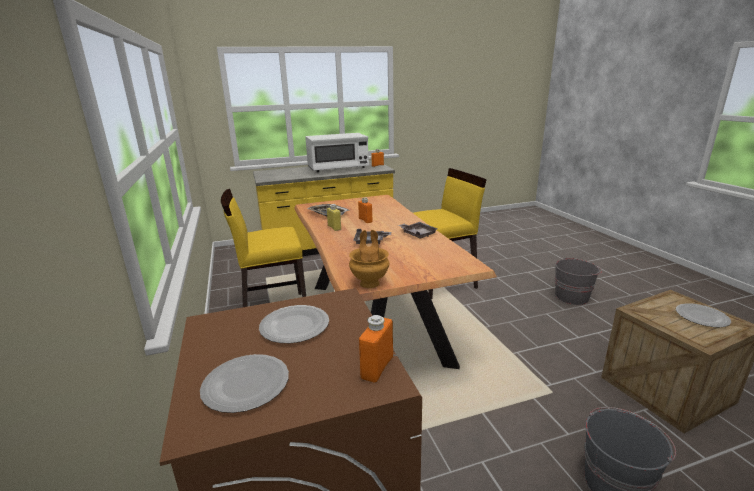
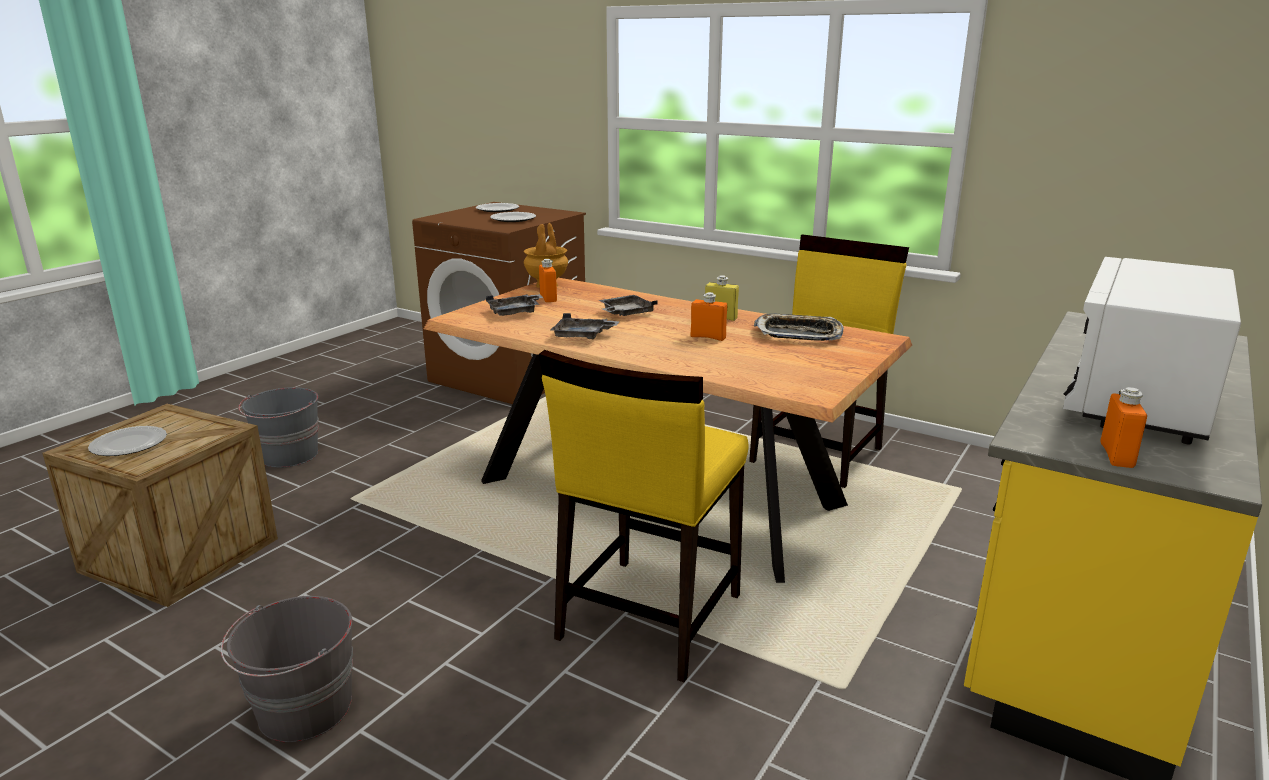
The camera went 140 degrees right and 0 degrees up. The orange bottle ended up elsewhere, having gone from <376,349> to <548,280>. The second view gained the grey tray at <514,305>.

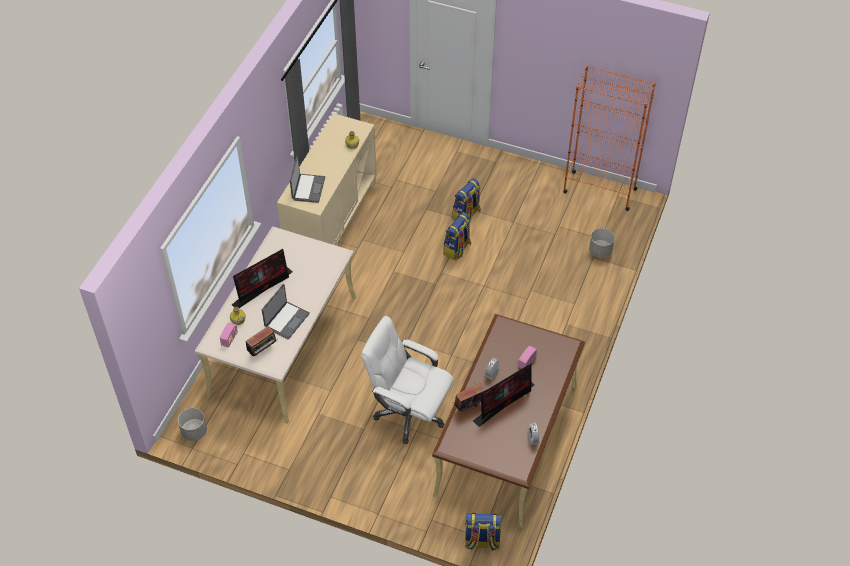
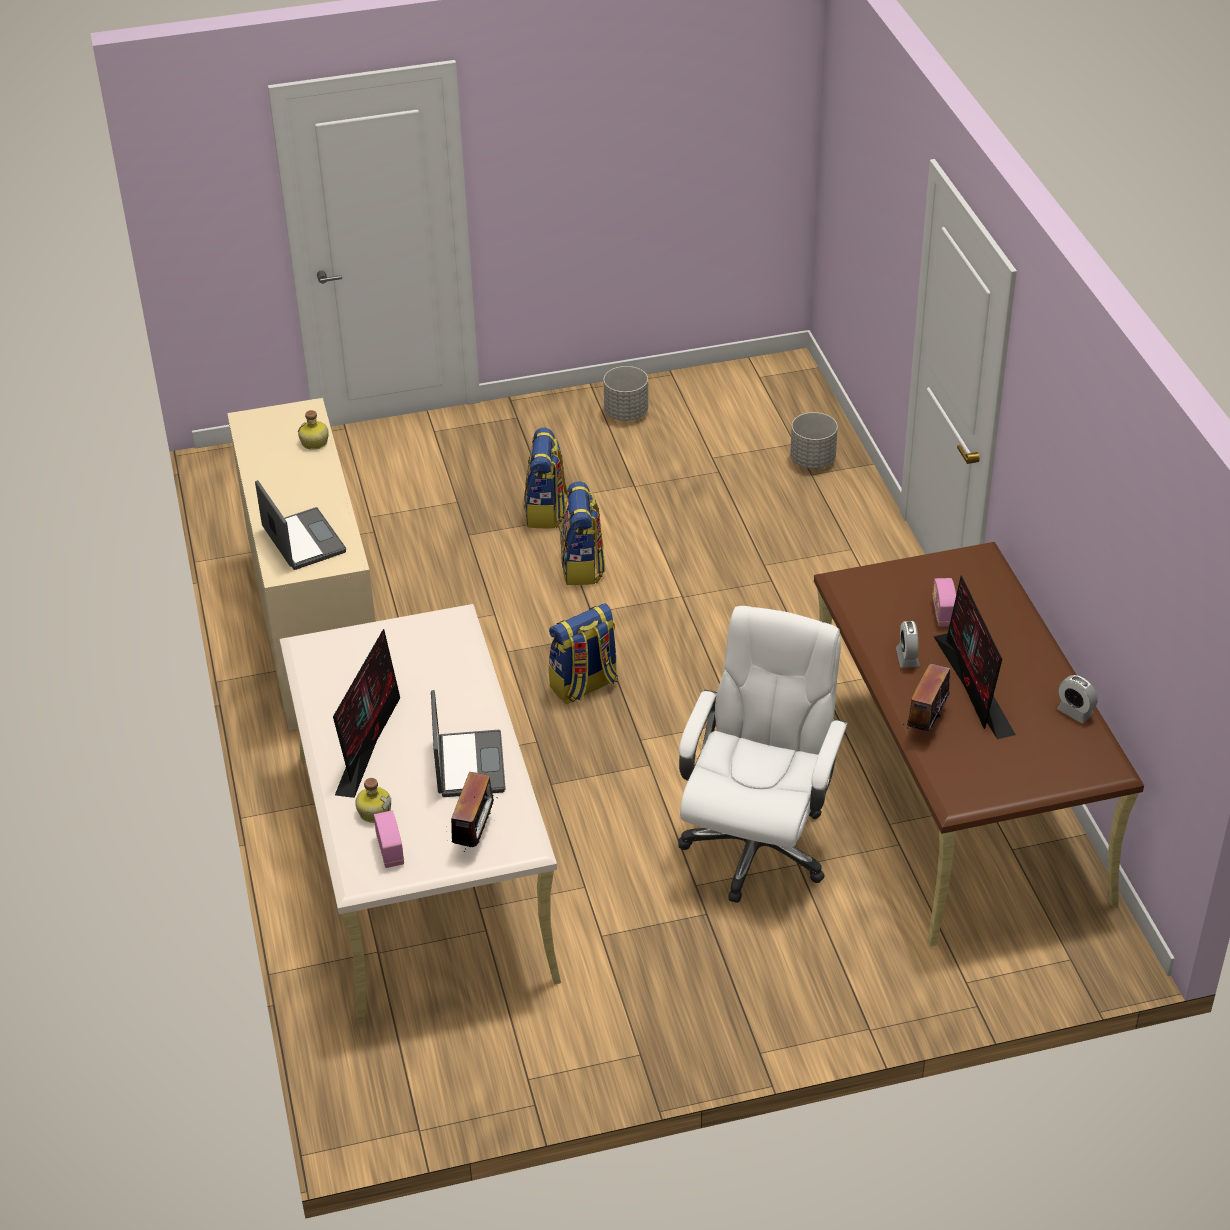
The camera went 35 degrees left and 10 degrees down. The grey planter ended up elsewhere, having gone from <192,424> to <625,393>. The white office chair at <407,380> ended up facing another way, 120 degrees clockwise from before. The backpack ended up elsewhere, having gone from <483,532> to <583,653>. The monitor at <503,395> ended up facing another way, 150 degrees clockwise from before. The second view lost the orange bookcase at <609,138>.

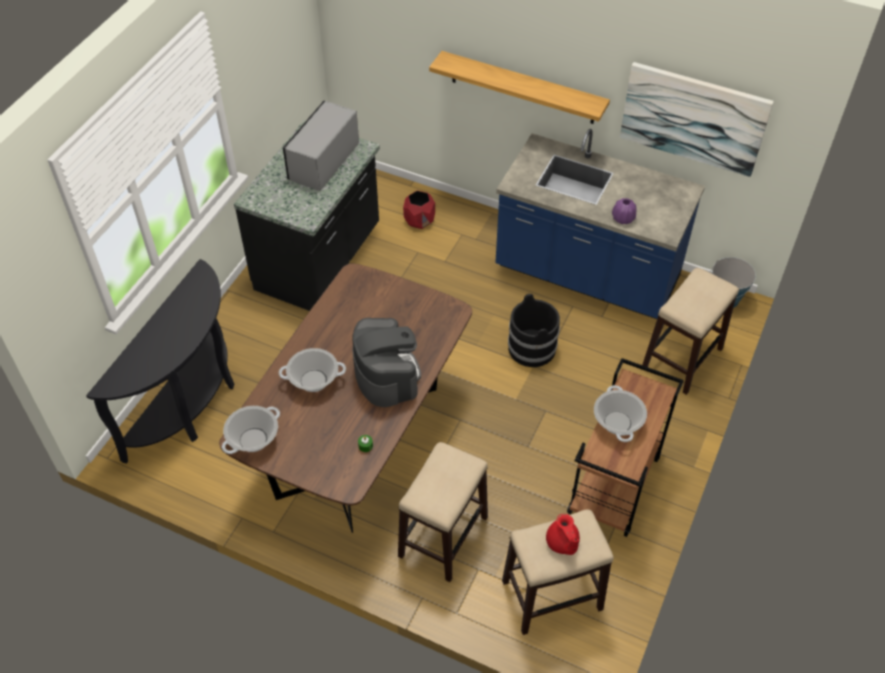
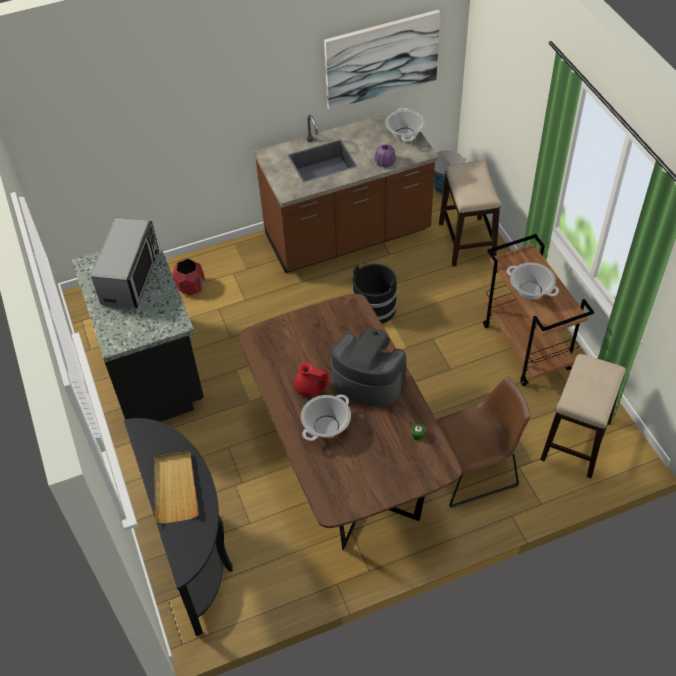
The camera went 45 degrees left and 0 degrees up. The cooking pot ended up elsewhere, having gone from <251,430> to <405,125>. The microwave at <321,146> ended up facing another way, 150 degrees counterclockwise from before. Where the stool stood at <443,512>, the brown chair came to stand at <483,442>. The second view lost the shelf at <519,87>. What was the blue counter at <600,224> turned into the brown counter at <346,192>. The red teapot ended up elsewhere, having gone from <563,534> to <311,379>. The second view gained the beige tray at <176,487>.

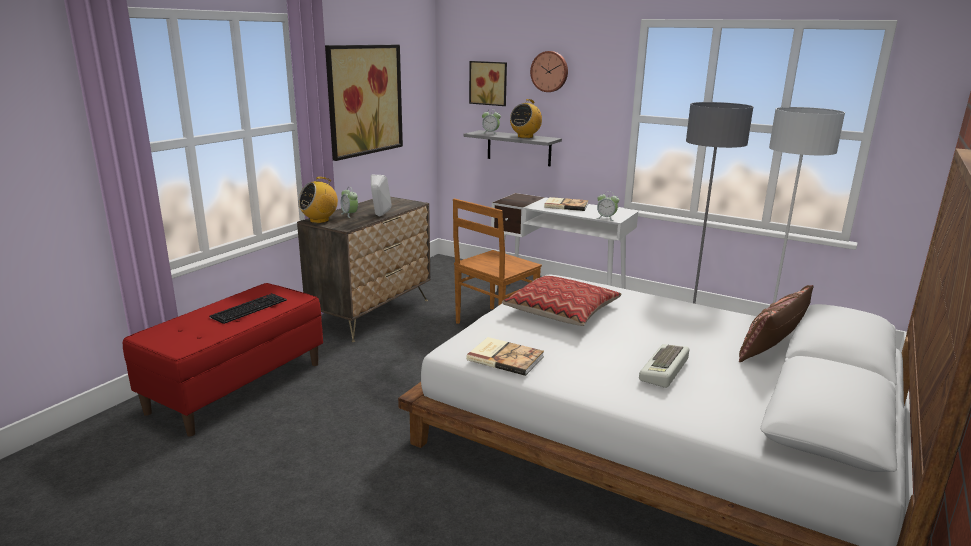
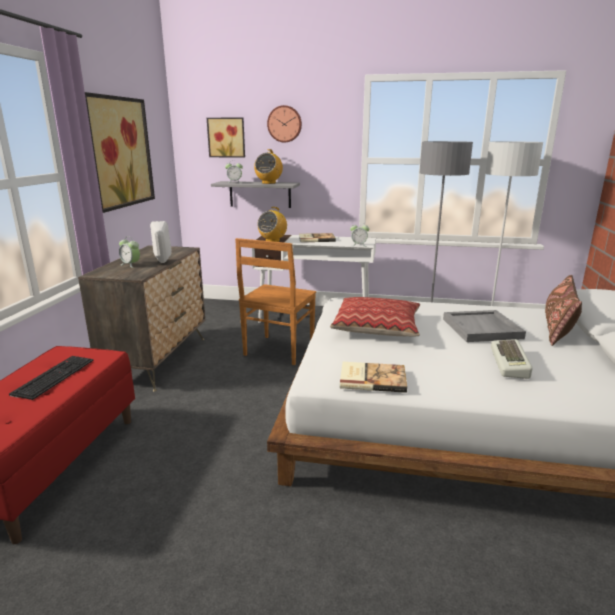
The camera went 20 degrees left and 0 degrees up. The radio ended up elsewhere, having gone from <318,200> to <272,224>. The second view gained the grey tray at <484,326>.

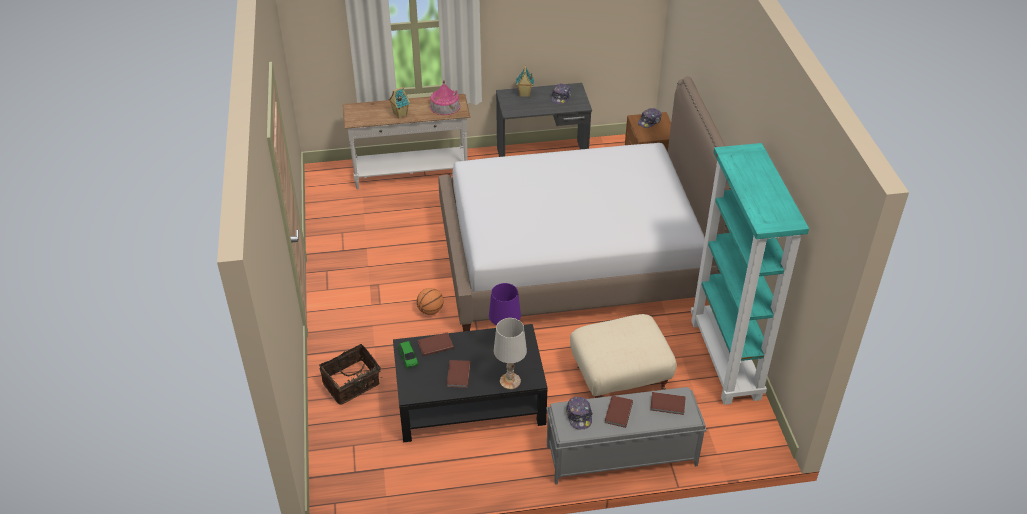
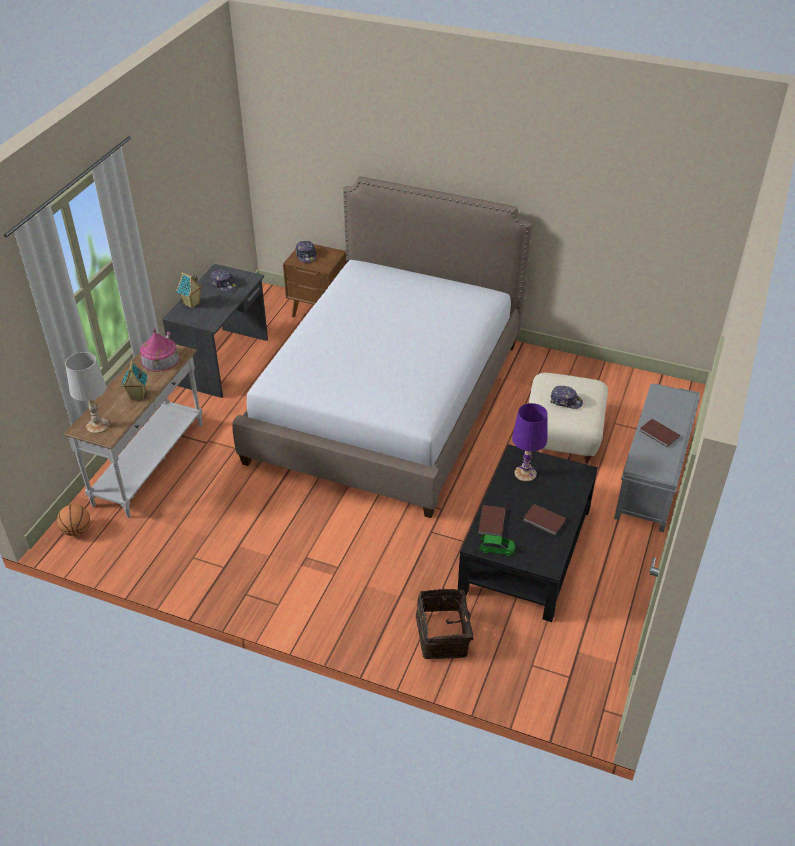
The camera went 60 degrees left and 0 degrees up. The basketball ended up elsewhere, having gone from <430,301> to <73,520>. The white table lamp ended up elsewhere, having gone from <510,353> to <87,393>. The cap ended up elsewhere, having gone from <579,413> to <567,397>. The second view lost the brown book at <668,403>. The second view lost the turquoise bookcase at <750,274>.

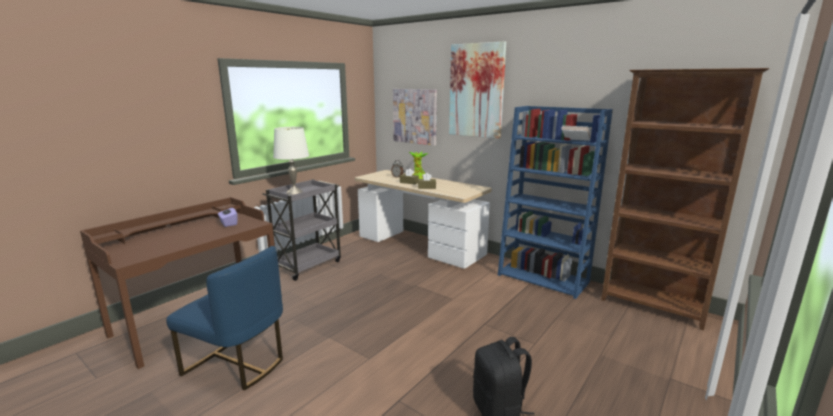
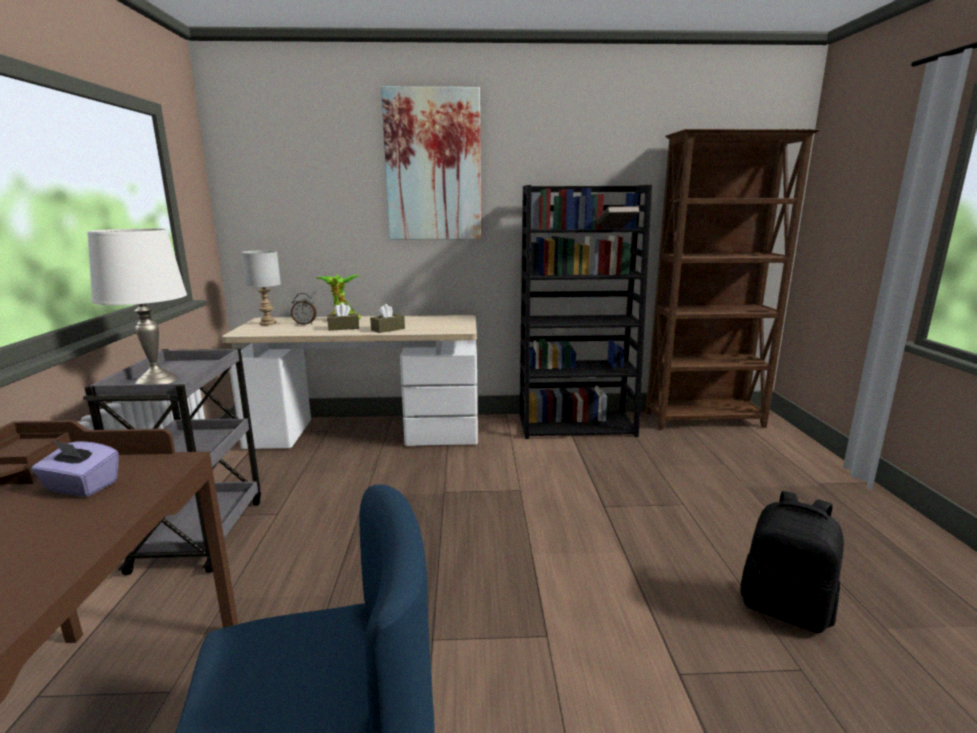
The camera went 40 degrees left and 0 degrees up. The second view lost the picture at <415,117>. What was the blue bookcase at <555,202> turned into the black bookcase at <586,312>. What was the white book at <576,133> turned into the brown book at <618,217>. The second view gained the grey table lamp at <261,287>.

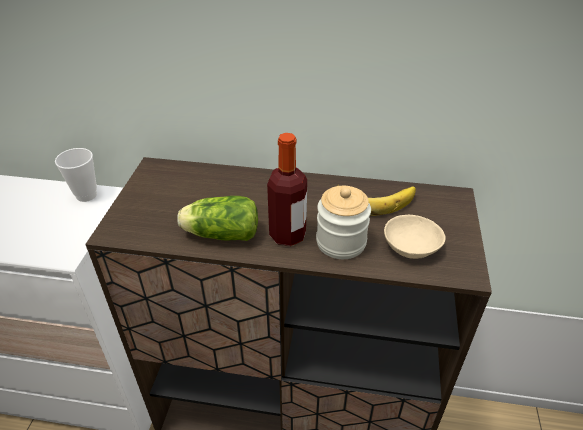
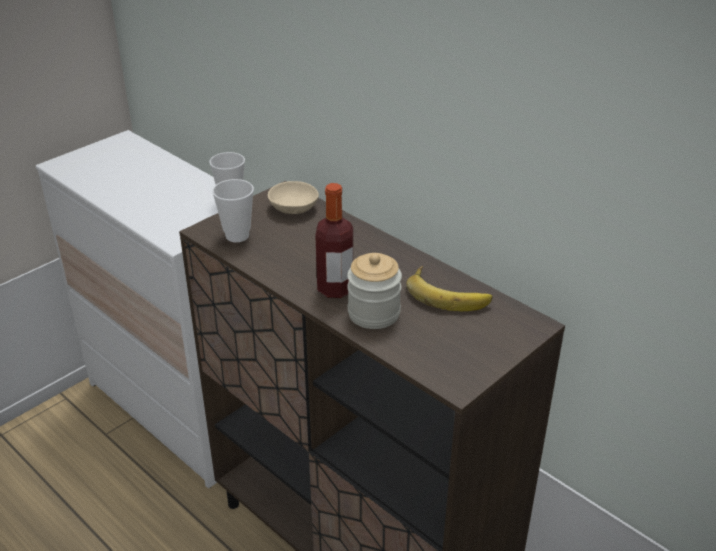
The camera went 35 degrees right and 5 degrees down. The second view lost the lettuce at <217,218>. The beige bowl ended up elsewhere, having gone from <415,237> to <293,197>. The second view gained the cup at <233,210>.

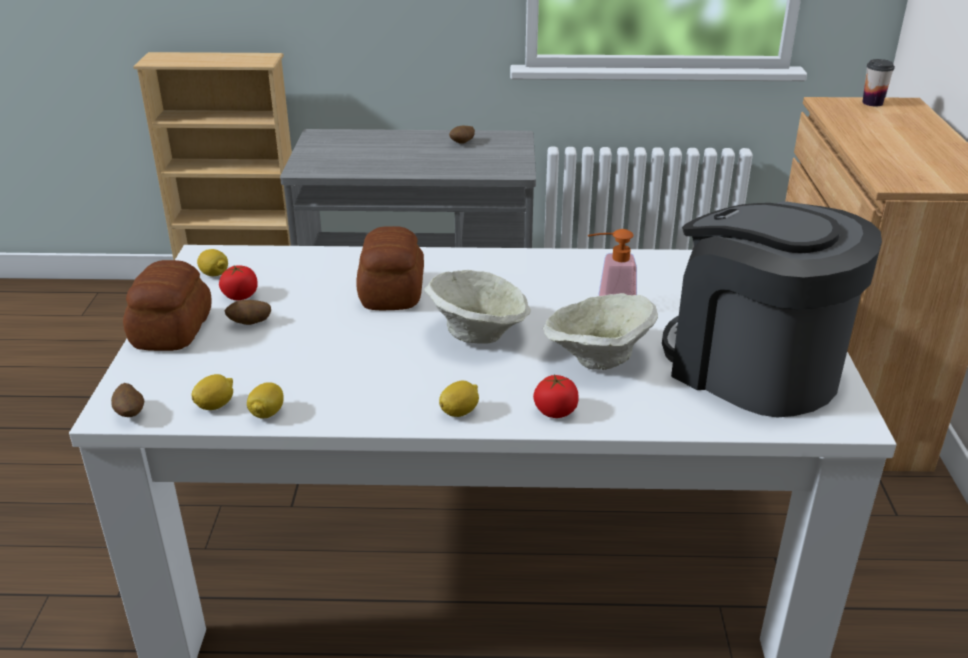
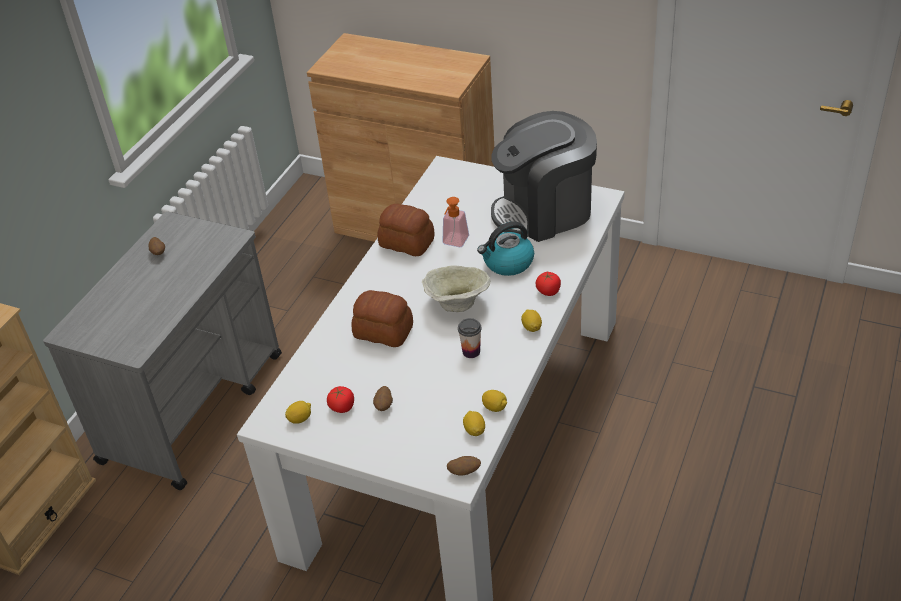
The camera went 65 degrees left and 10 degrees up. The bread ended up elsewhere, having gone from <167,305> to <405,230>. Where the beige bowl stood at <600,331>, the kettle came to stand at <505,248>. The cup ended up elsewhere, having gone from <878,83> to <470,338>.

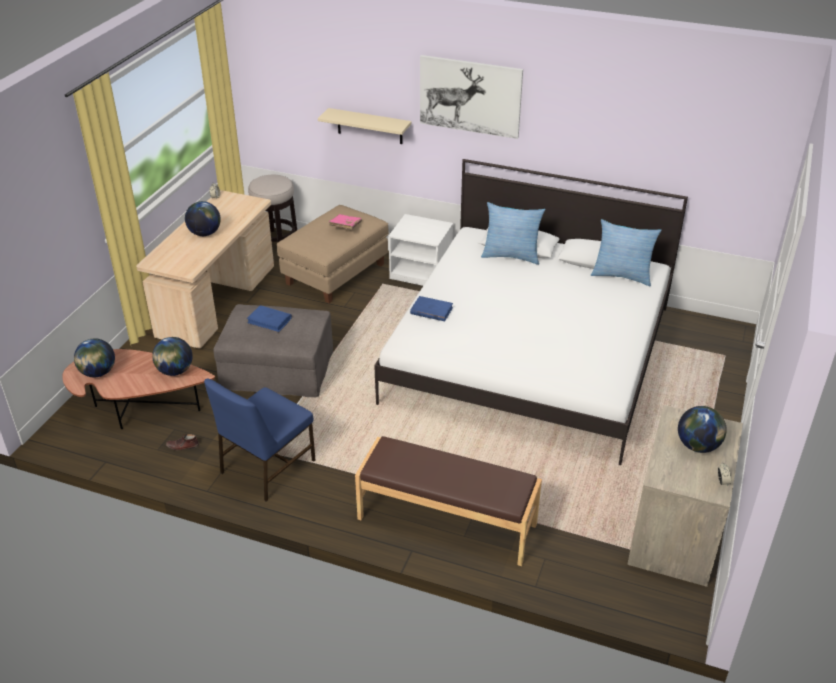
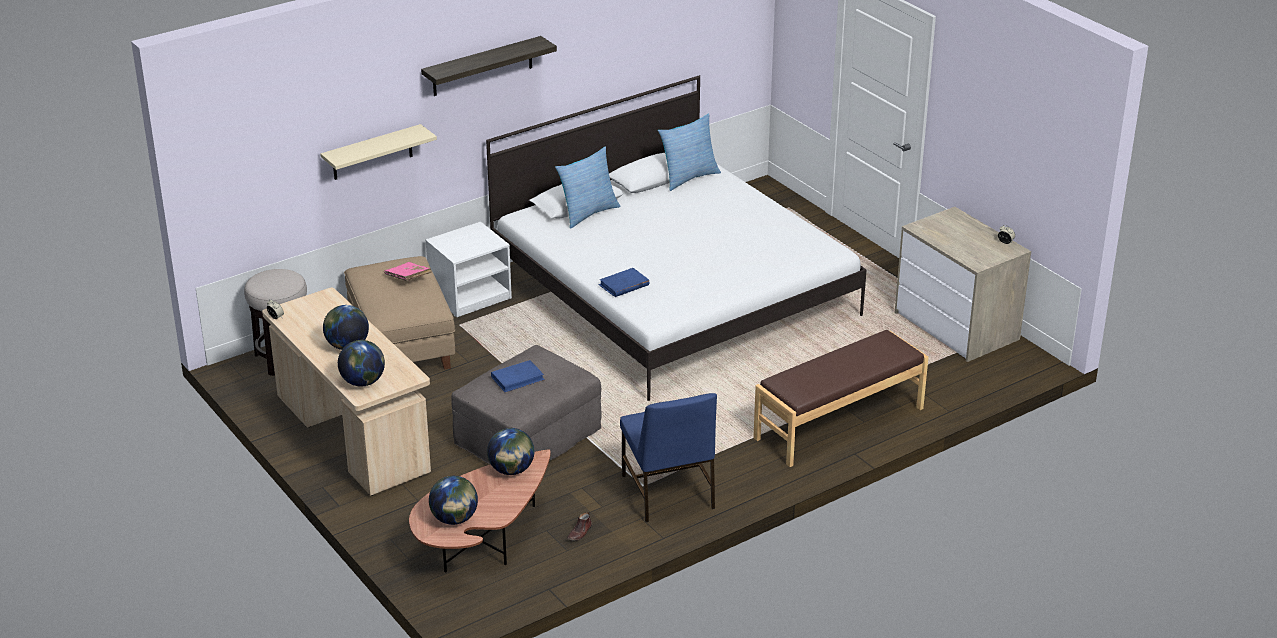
The camera went 55 degrees left and 5 degrees down. Where the picture hung at <471,97>, the shelf came to hang at <489,66>. The globe ended up elsewhere, having gone from <702,429> to <361,363>.

